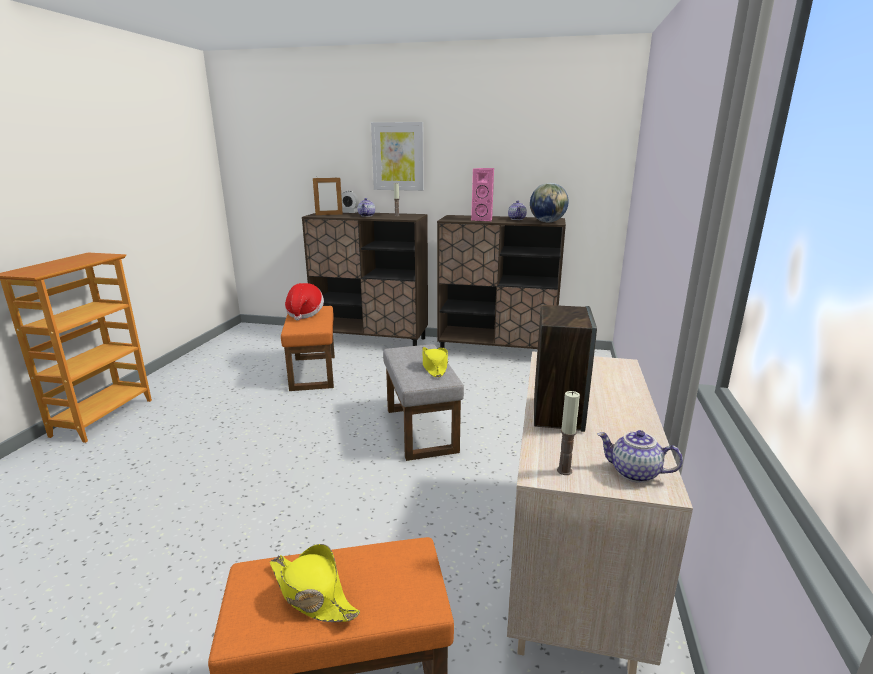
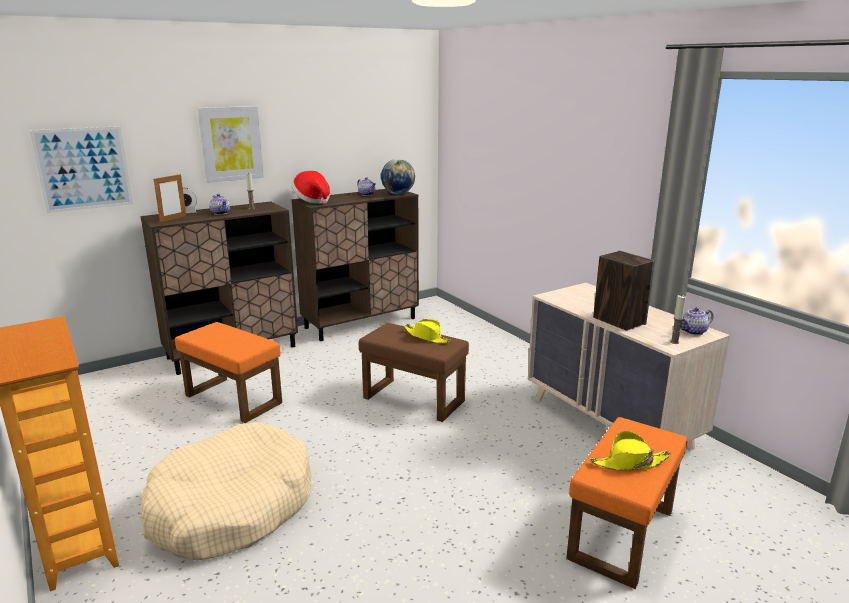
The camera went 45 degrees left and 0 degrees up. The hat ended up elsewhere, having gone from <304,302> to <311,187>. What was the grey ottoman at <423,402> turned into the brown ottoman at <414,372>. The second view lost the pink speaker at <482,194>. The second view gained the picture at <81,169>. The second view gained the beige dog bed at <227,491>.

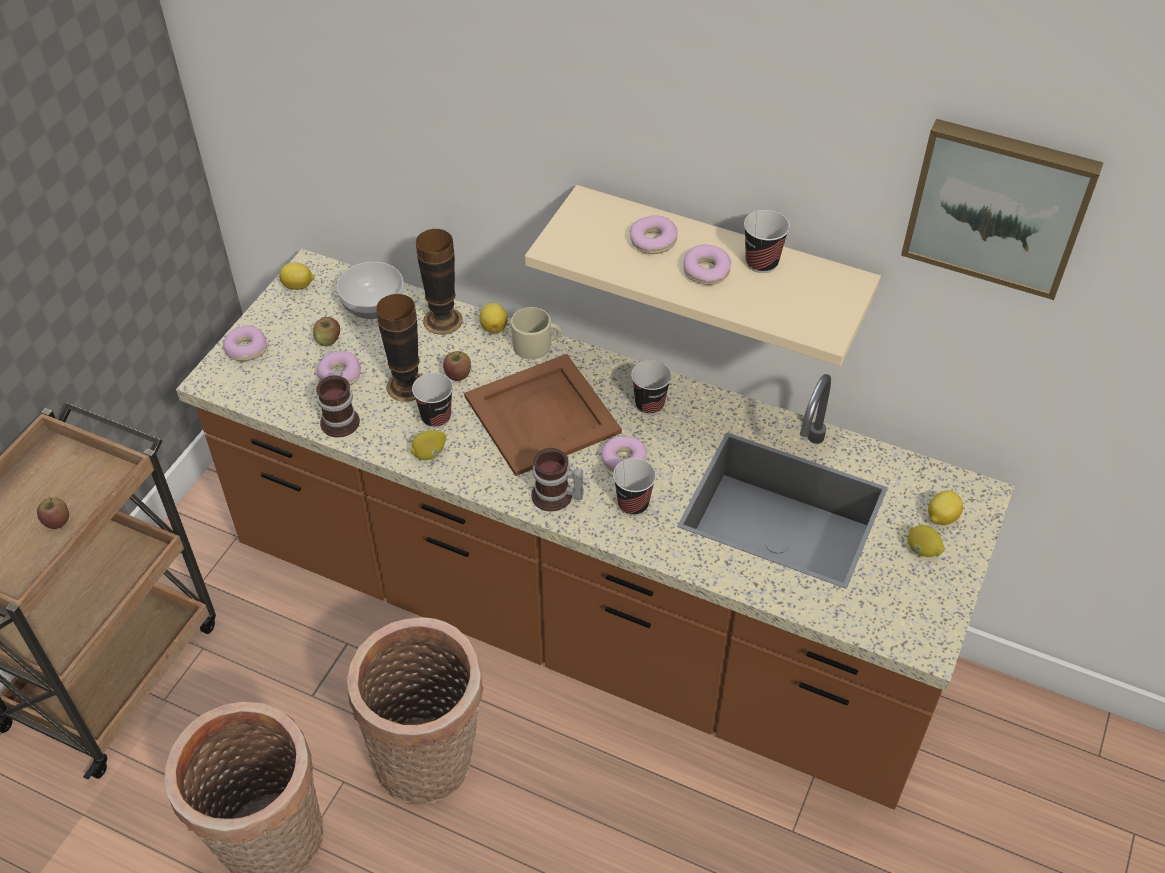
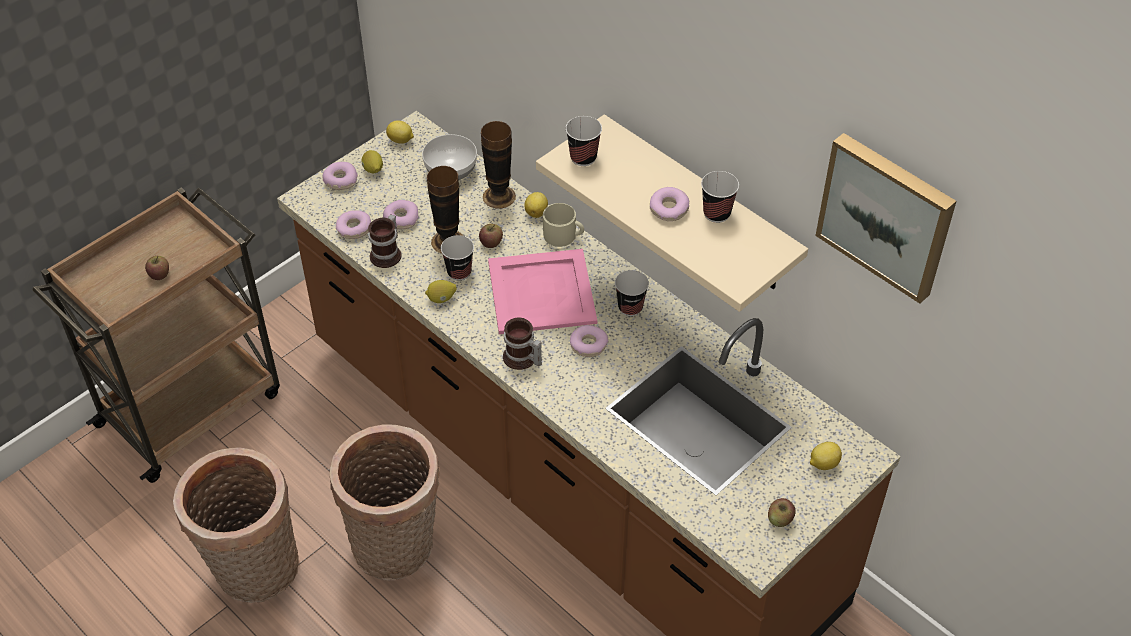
The camera went 20 degrees right and 0 degrees up. The apple ended up elsewhere, having gone from <326,331> to <781,512>. What was the brown tray at <543,415> turned into the pink tray at <542,291>. The cup ended up elsewhere, having gone from <634,487> to <584,141>. The donut ended up elsewhere, having gone from <654,234> to <353,224>. The lemon ended up elsewhere, having gone from <926,541> to <372,161>.

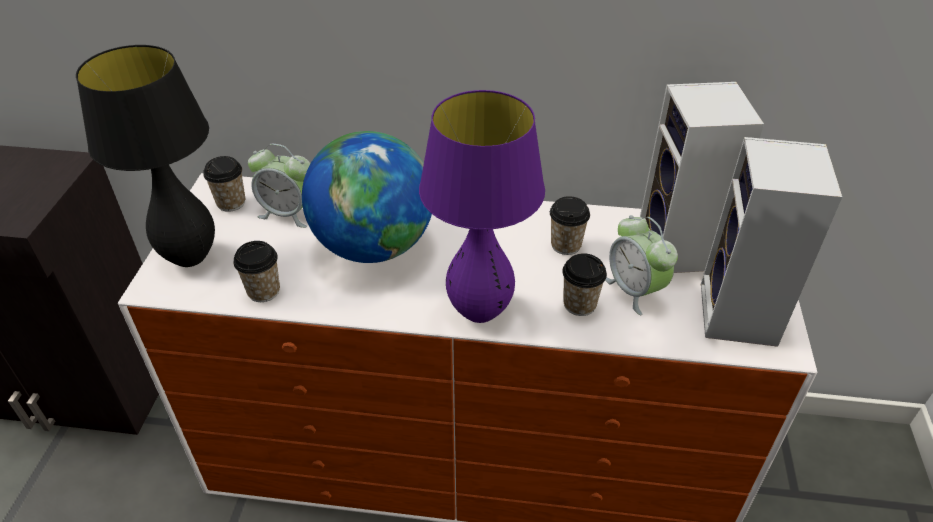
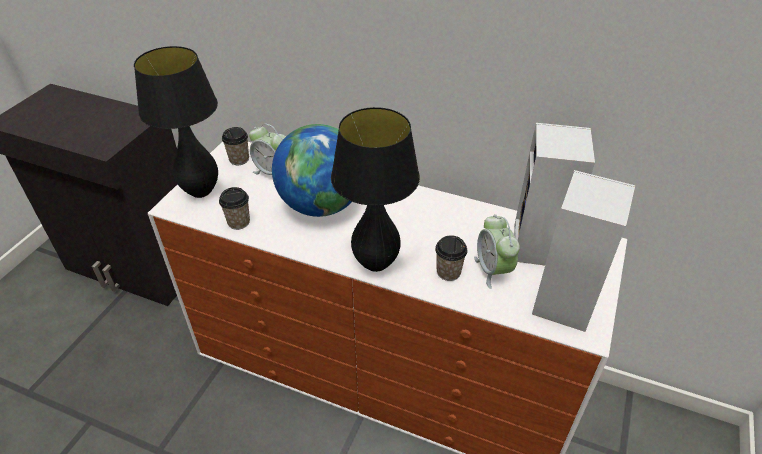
The camera went 15 degrees right and 0 degrees up. What was the purple table lamp at <482,206> turned into the black table lamp at <375,189>. The second view lost the cup at <570,225>.

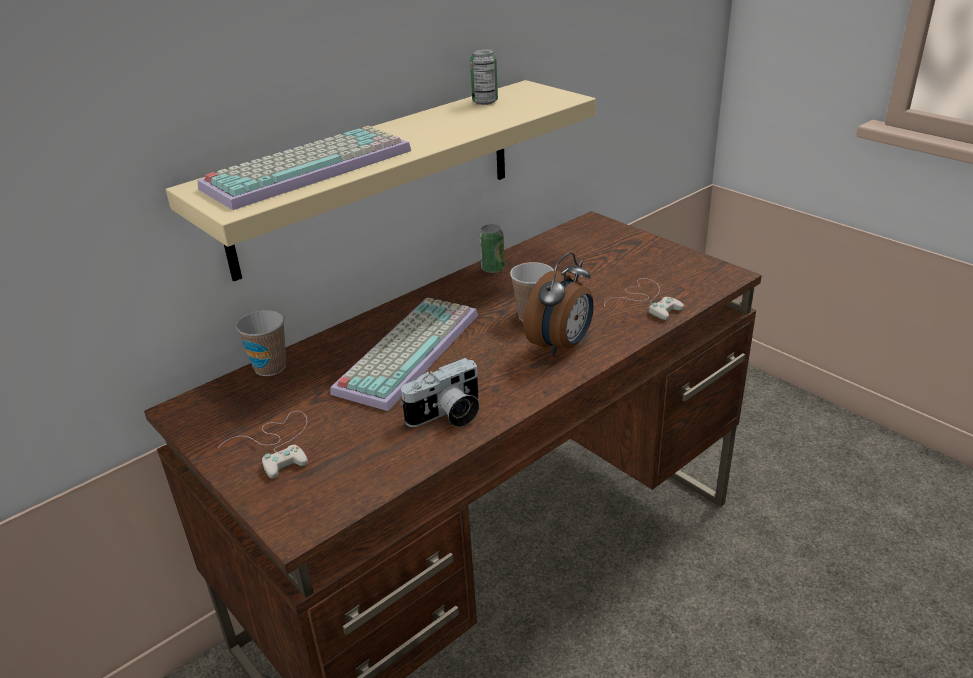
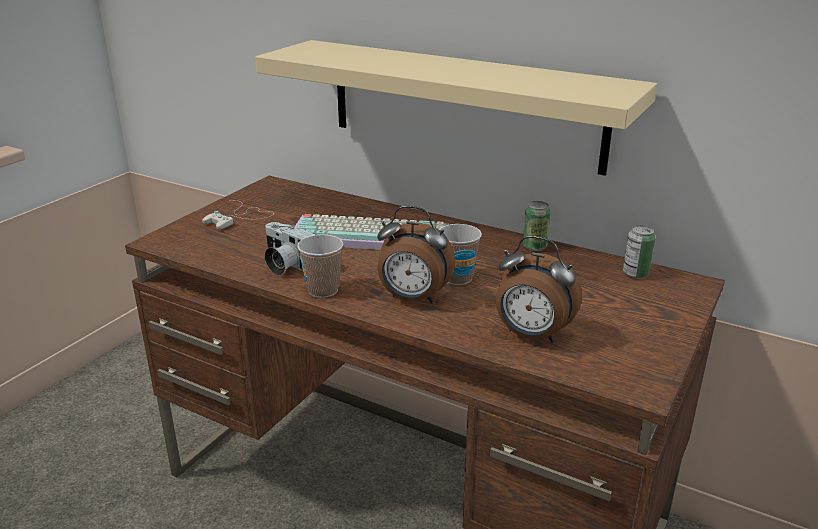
The camera went 70 degrees right and 5 degrees down. The second view lost the keyboard at <304,168>. The cup ended up elsewhere, having gone from <261,343> to <320,266>. The can ended up elsewhere, having gone from <484,77> to <639,252>. Where the white game controller stood at <644,299>, the alarm clock came to stand at <539,289>.

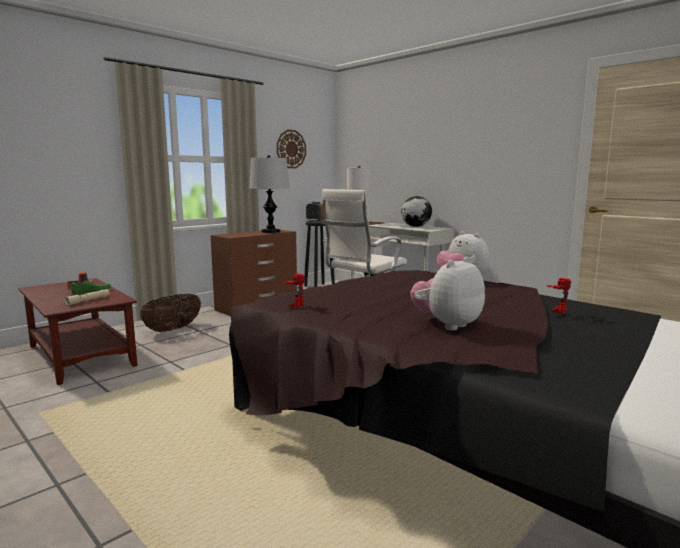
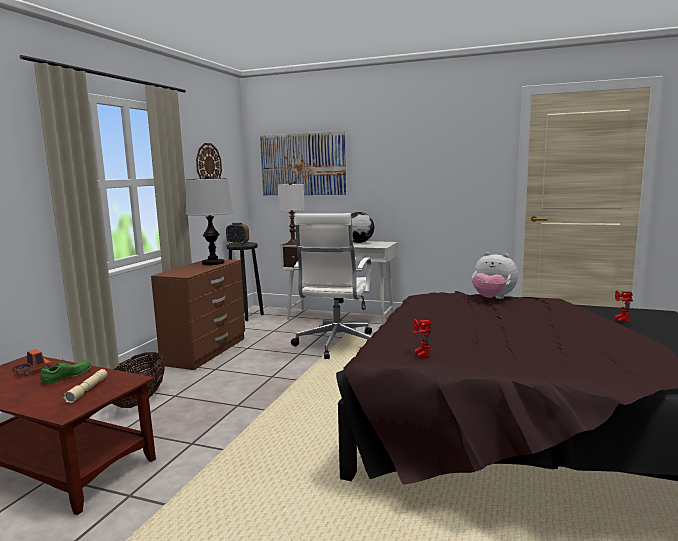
The camera went 25 degrees left and 0 degrees up. The second view lost the plush toy at <447,294>. The second view gained the picture at <303,163>.

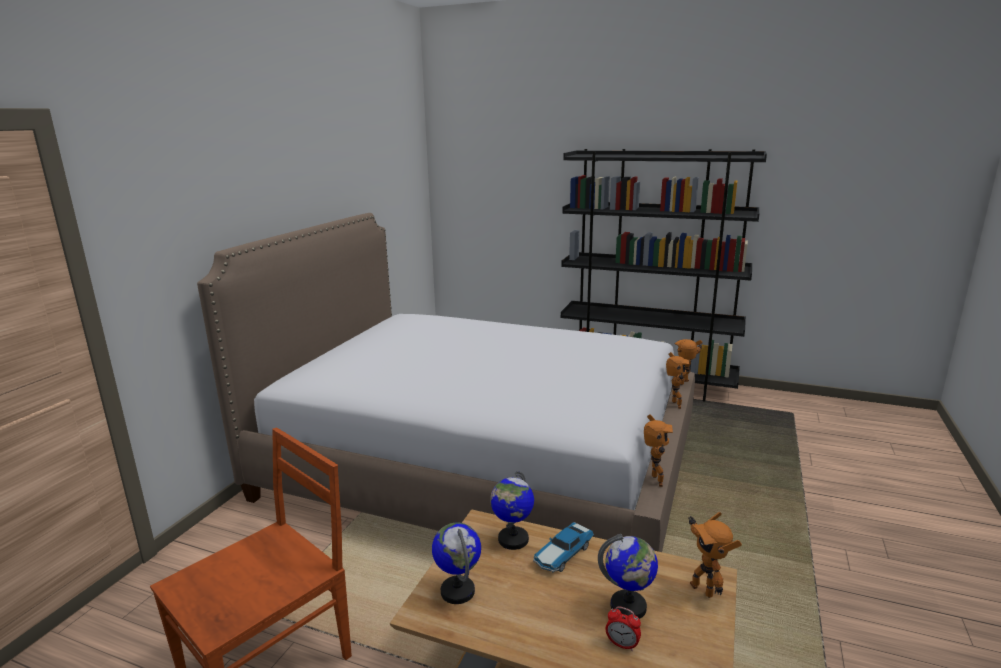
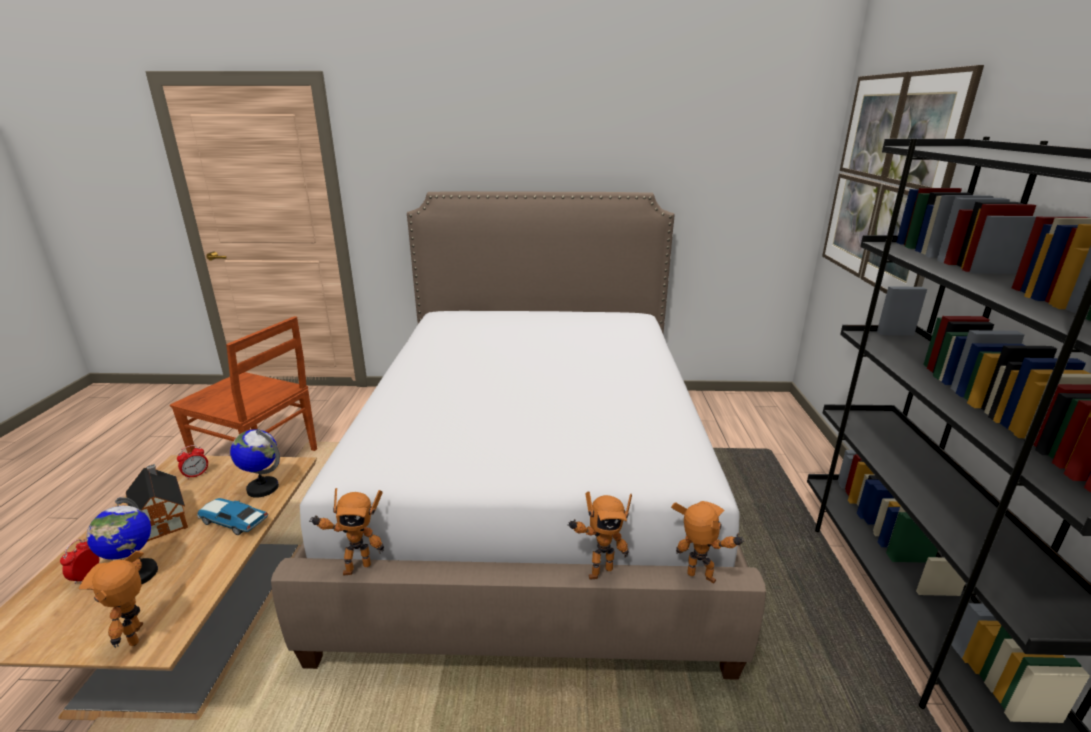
The camera went 70 degrees right and 5 degrees up. Where the globe stood at <456,563>, the alarm clock came to stand at <192,462>. The toy robot at <715,555> ended up facing another way, 60 degrees counterclockwise from before. The second view gained the toy house at <157,503>. The second view gained the picture at <903,179>.

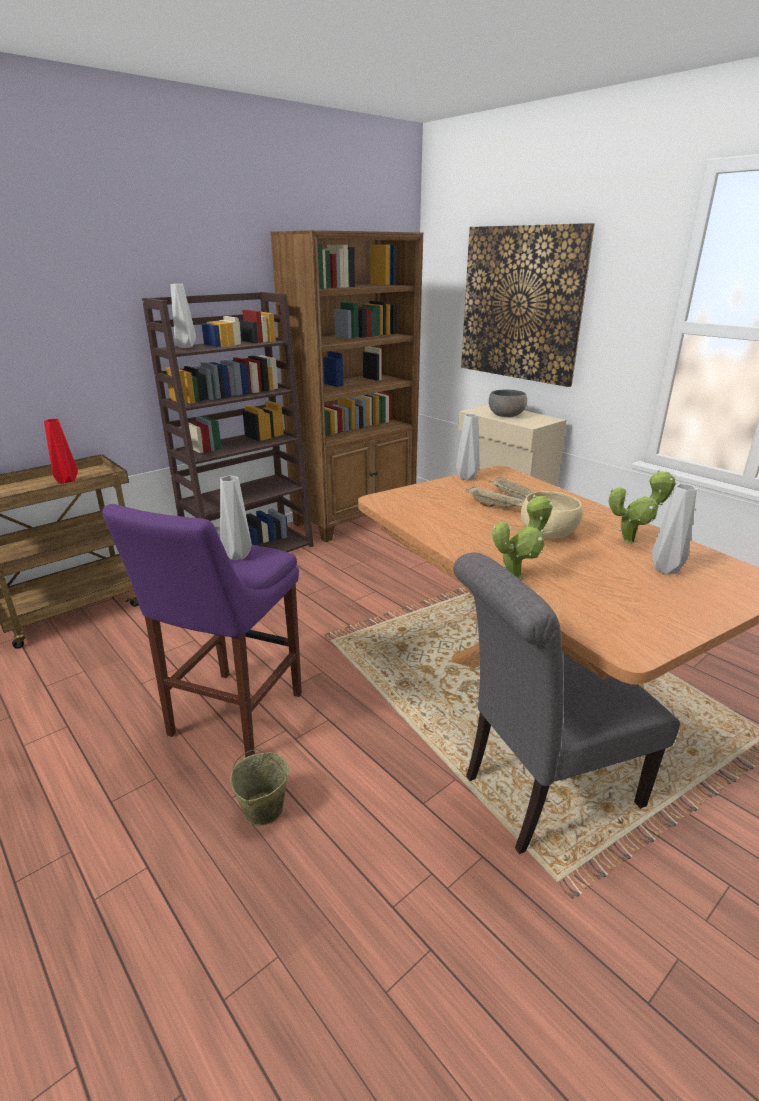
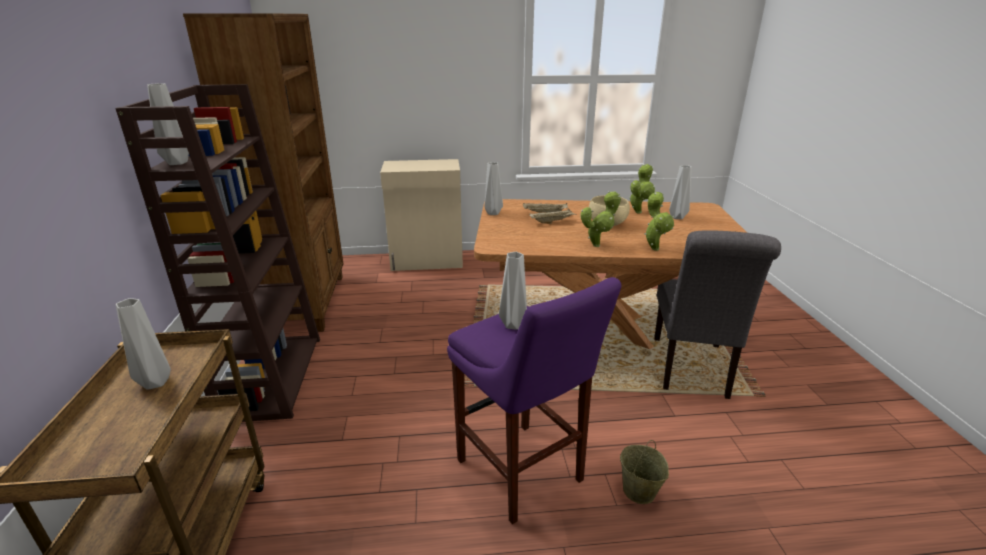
The camera went 55 degrees left and 0 degrees up. What was the red vase at <61,451> turned into the grey vase at <143,344>. The second view lost the picture at <528,305>. The second view lost the grey bowl at <508,403>. The second view gained the potted plant at <600,219>.

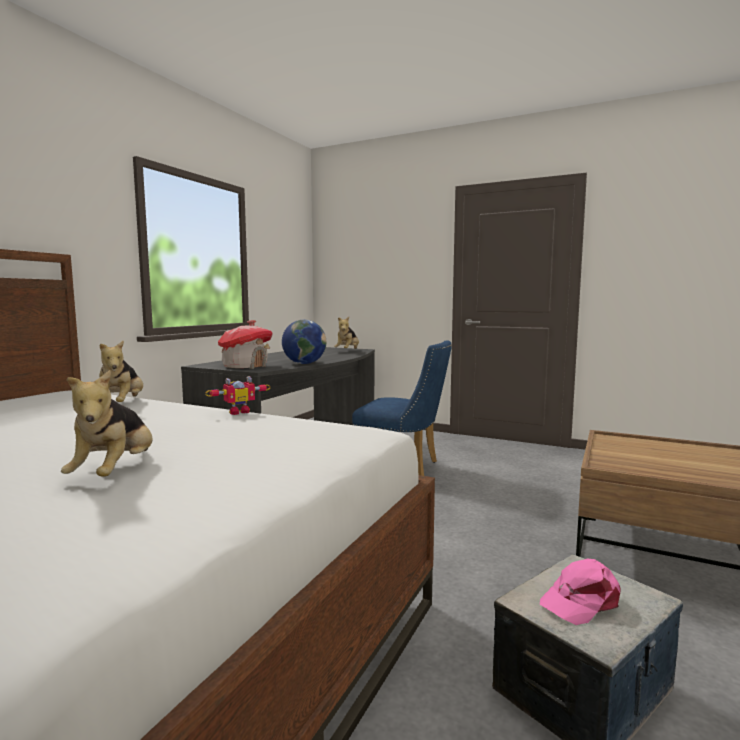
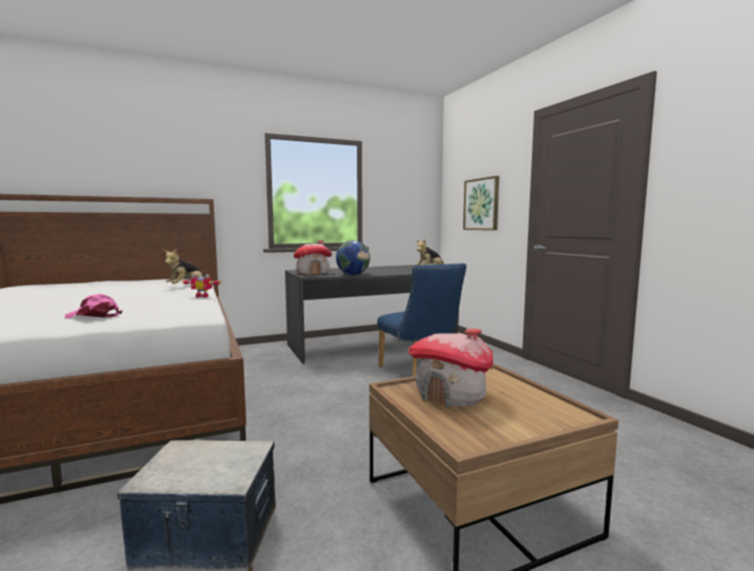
The camera went 40 degrees right and 0 degrees up. The second view lost the plush toy at <106,423>. The pink cap ended up elsewhere, having gone from <580,592> to <93,306>. The second view gained the toy house at <450,368>. The second view gained the picture at <481,203>.

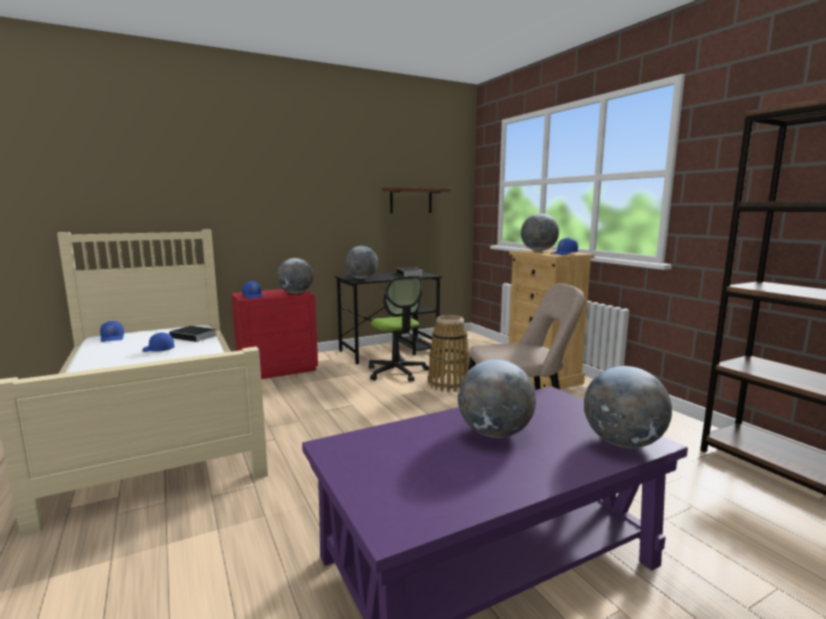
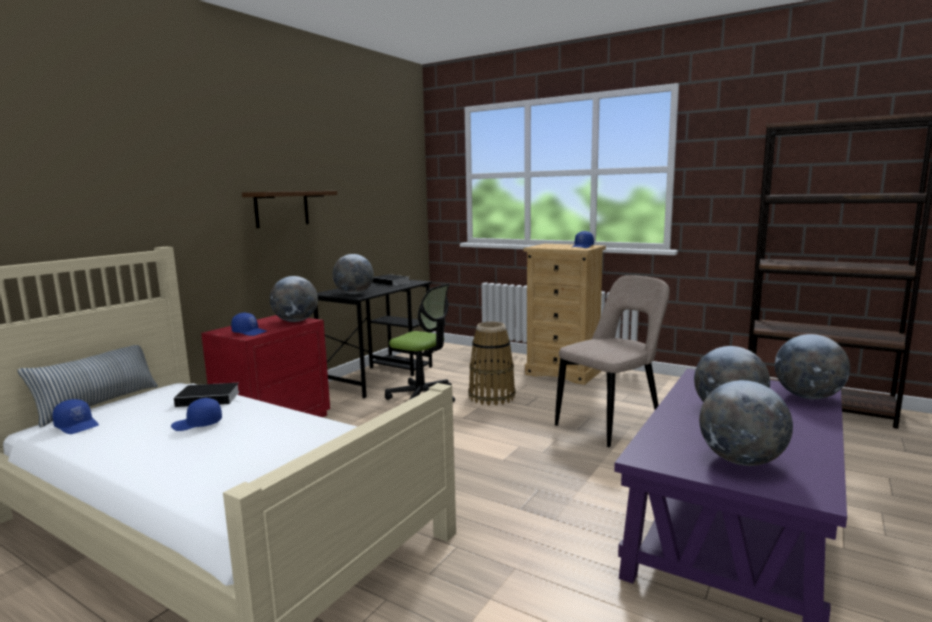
The camera went 30 degrees left and 0 degrees up. The brown shelf ended up elsewhere, having gone from <416,200> to <289,209>. The globe ended up elsewhere, having gone from <540,232> to <746,423>. The second view gained the pillow at <88,386>.

